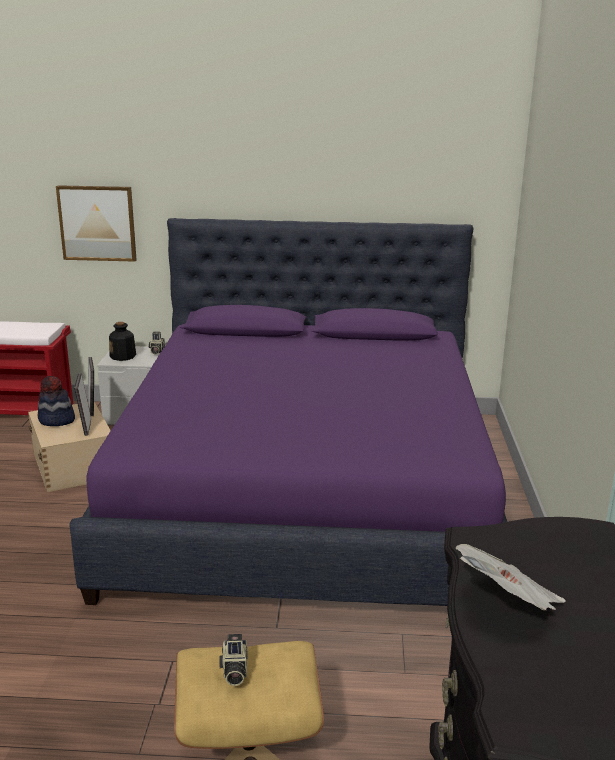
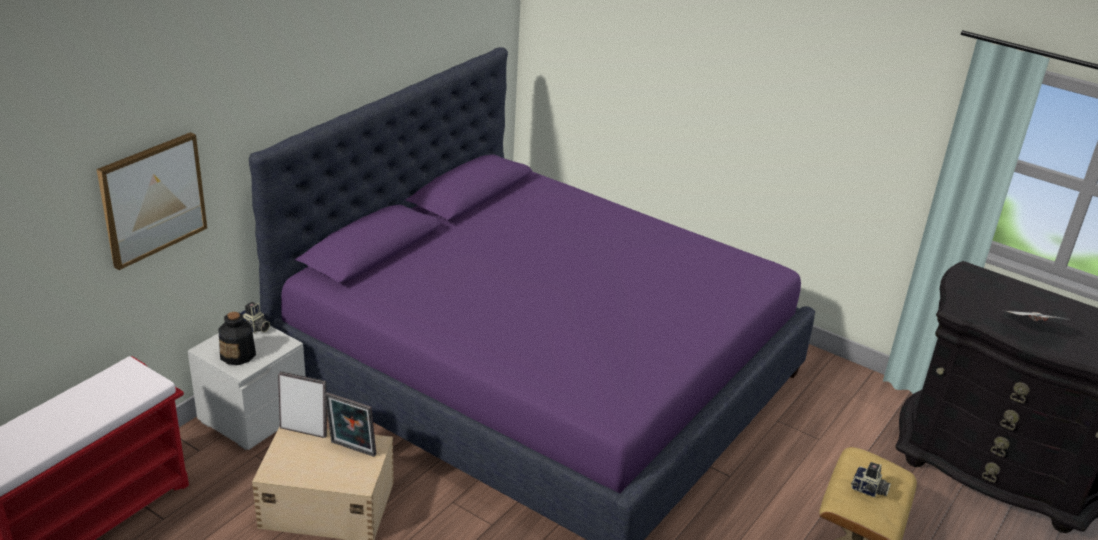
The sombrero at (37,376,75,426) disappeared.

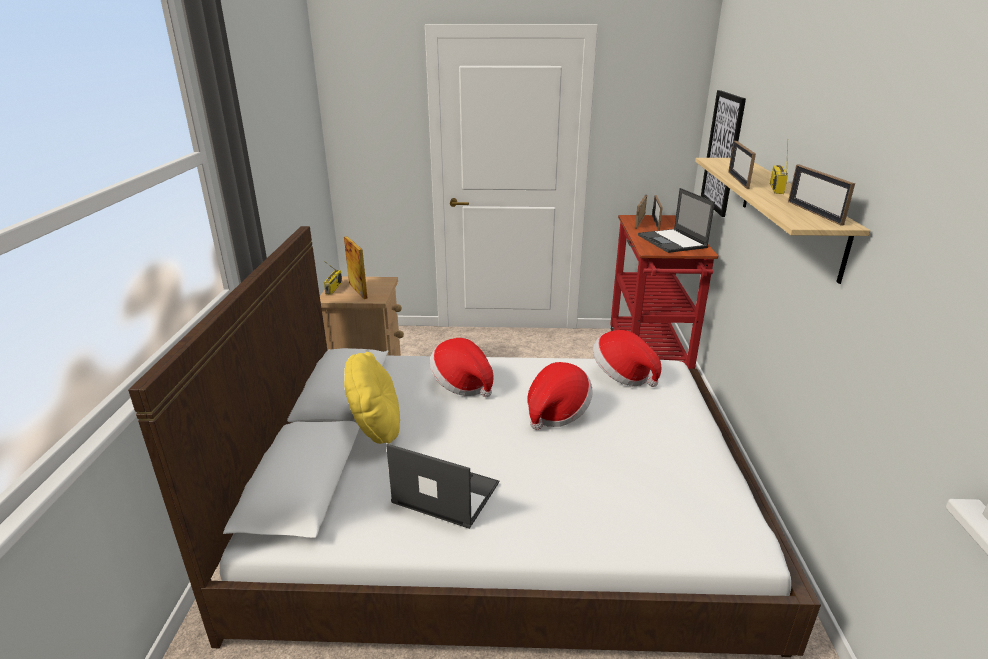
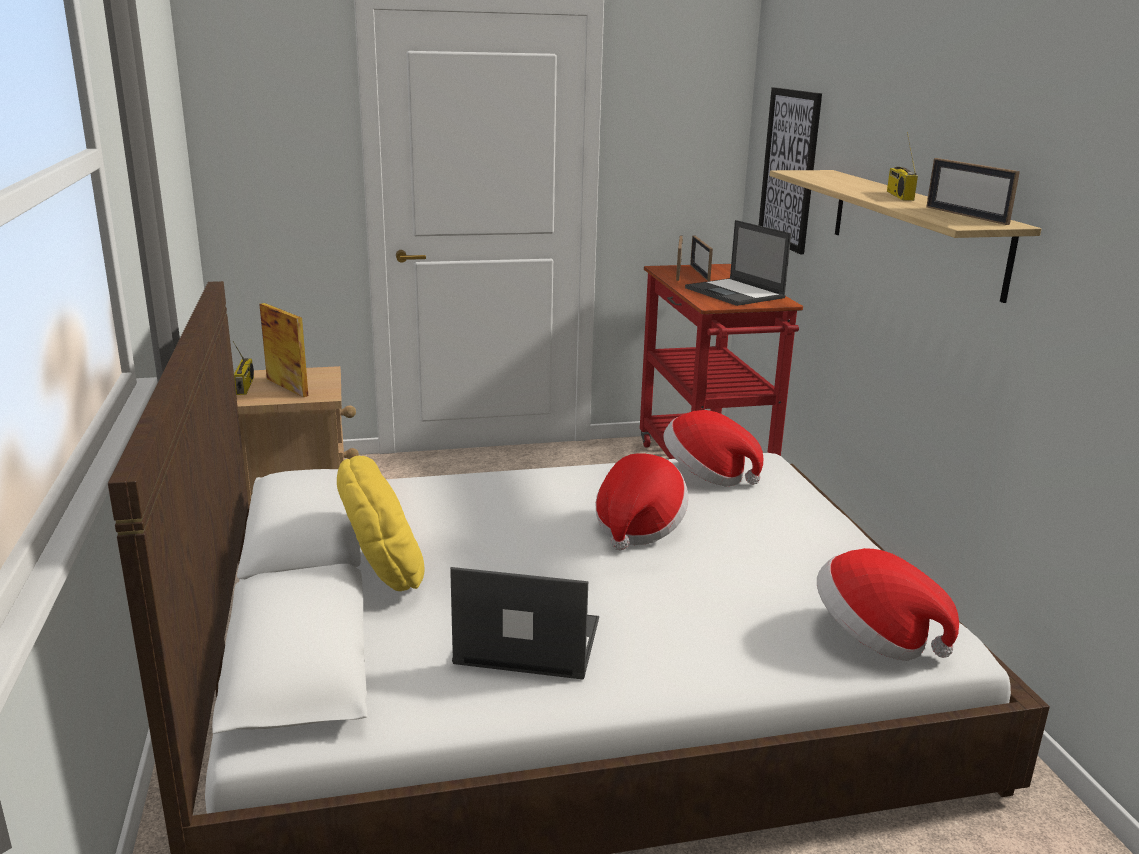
The sombrero moved from (430,338,494,397) to (817,548,959,661). The portarretratos at (728,141,756,189) disappeared.

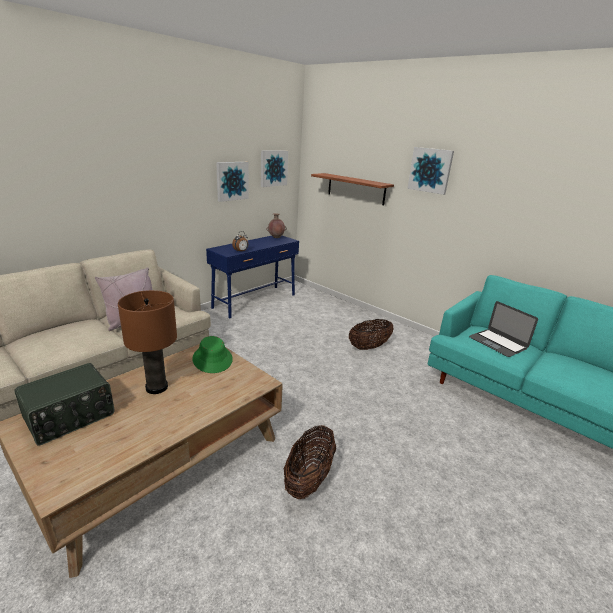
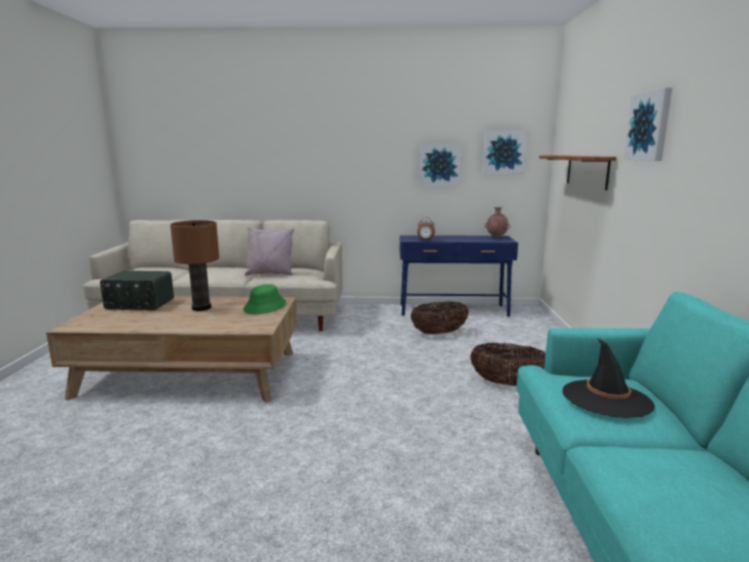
The cesta moved from (284,425,336,499) to (411,301,469,334). The portátil at (469,301,538,357) was replaced by the sombrero/negro at (562,338,655,418).

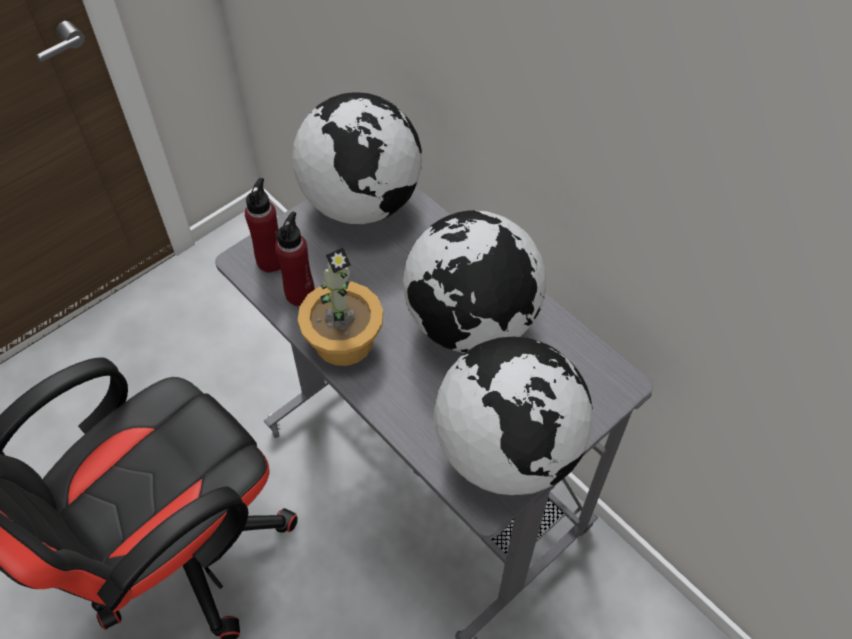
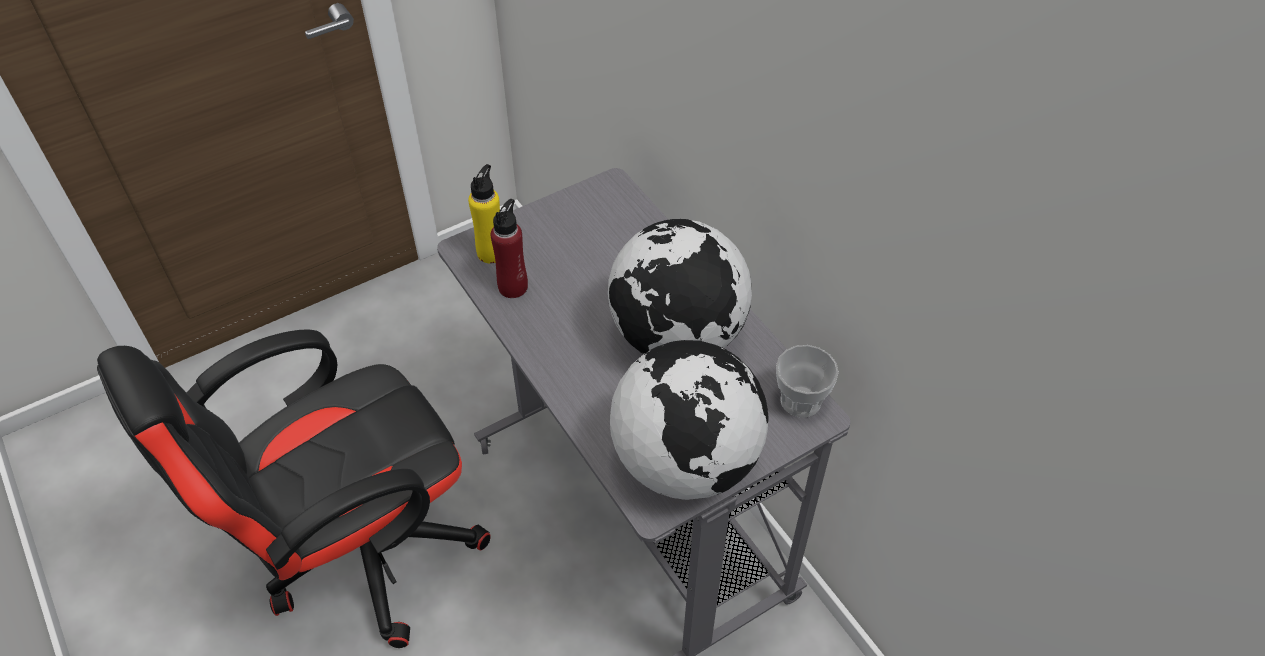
The botella/rojo at (245,178,281,273) became the botella/amarillo at (468,164,500,263). The taza at (776,345,839,417) appeared. The globo terráqueo at (293,92,422,224) disappeared. The planta en maceta at (298,248,383,366) disappeared.

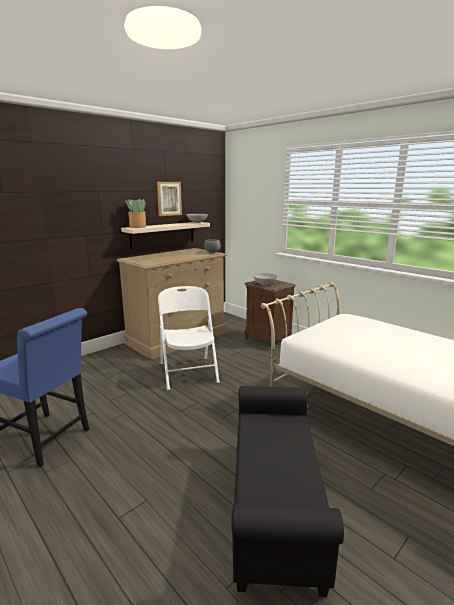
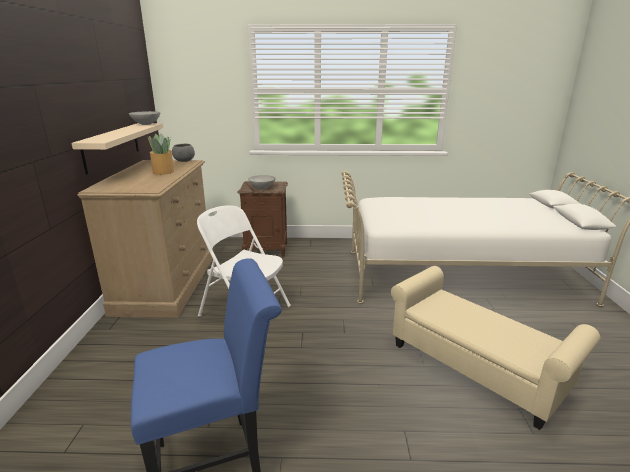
The planta en maceta moved from (125,198,146,228) to (148,134,174,175). The puf/negro at (231,386,344,597) became the puf/beis at (391,266,600,430). The cuadro at (157,182,182,216) disappeared.

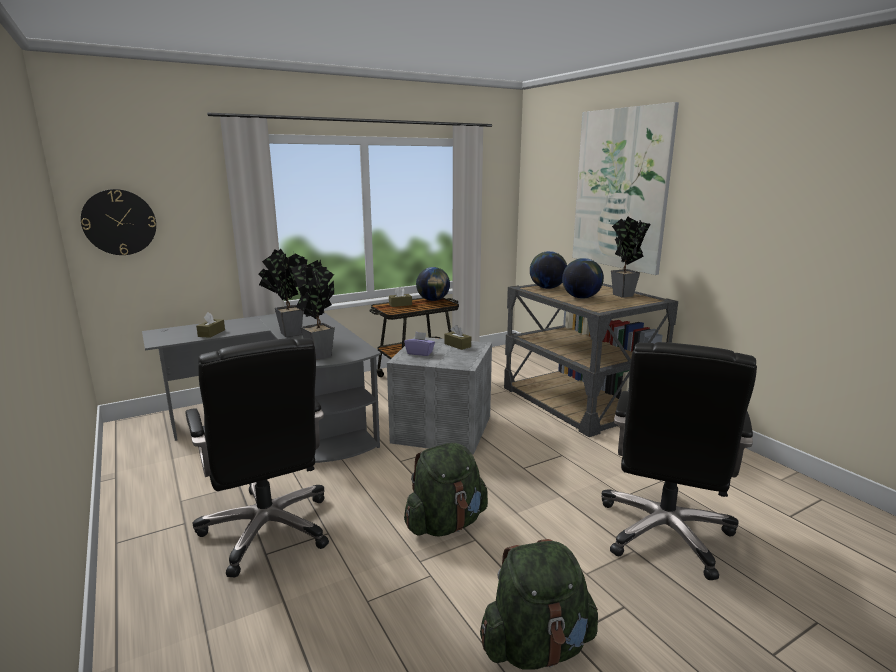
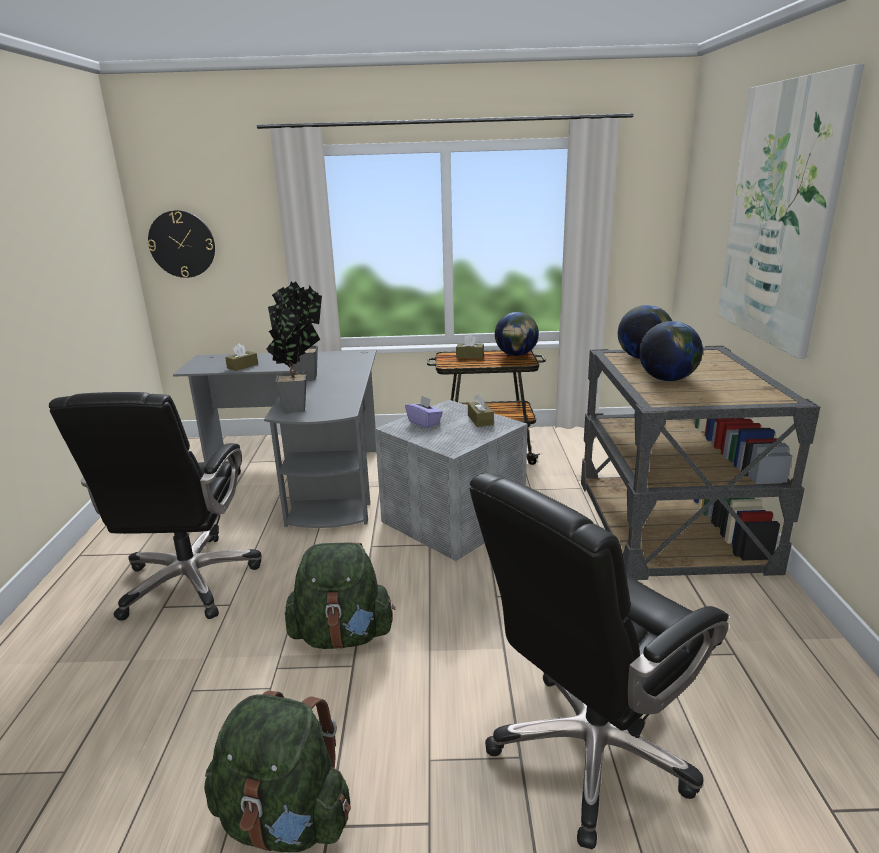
The planta en maceta at (611,217,651,298) disappeared.

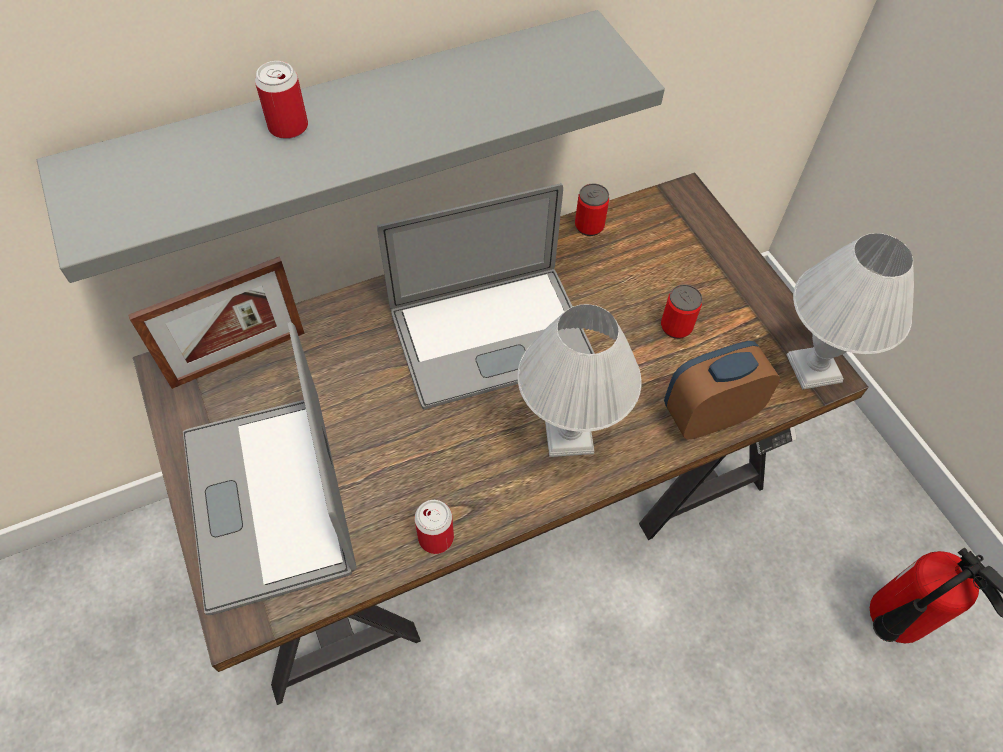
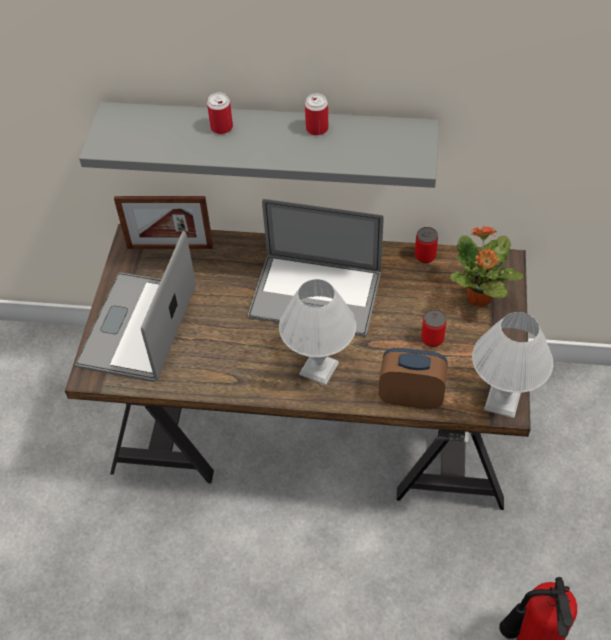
The lata moved from (415,500,454,554) to (305,94,328,136). The planta en maceta at (449,226,523,307) appeared.

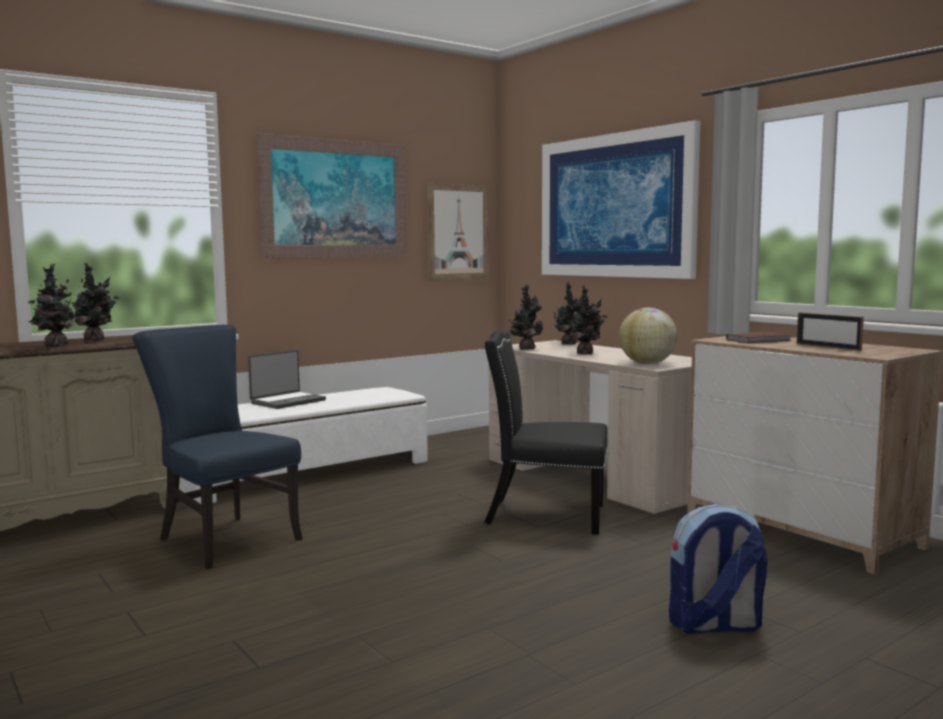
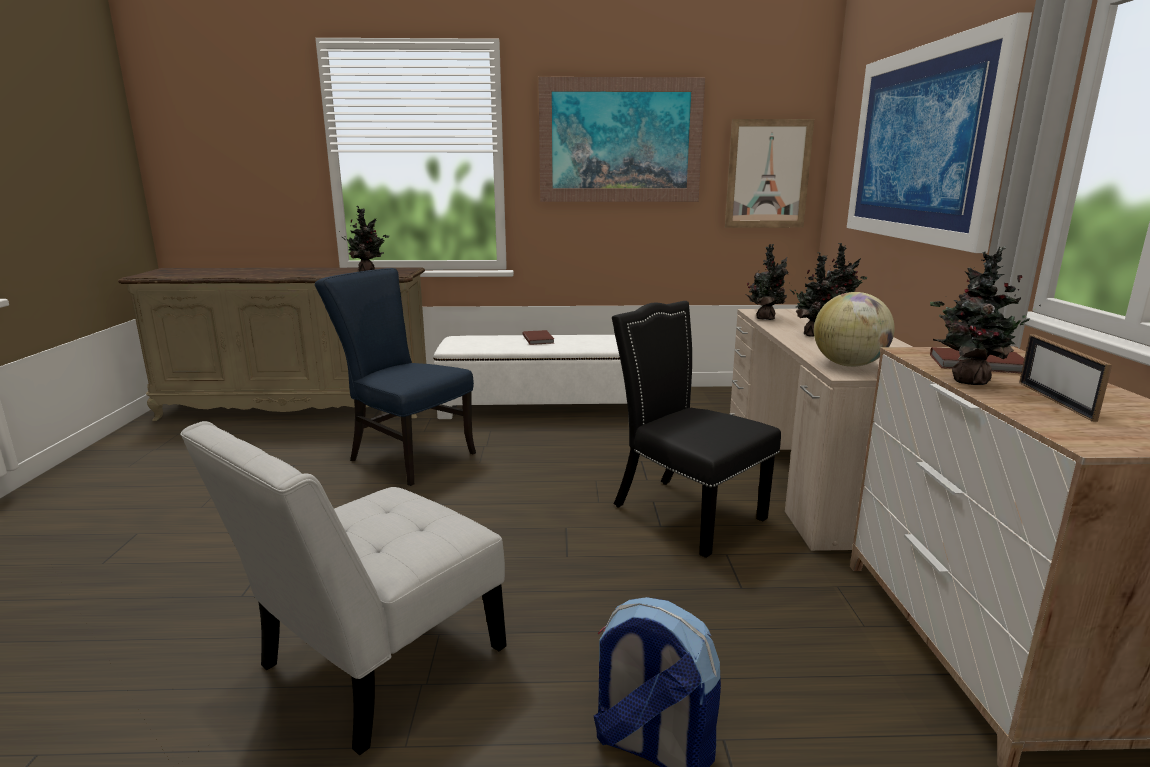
The silla/blanco at (180,421,507,755) appeared. The silla/azul at (132,325,303,569) turned 45 degrees counterclockwise. The portátil at (248,350,326,409) was replaced by the libro/marrón at (523,330,554,345). The planta en maceta moved from (28,264,76,347) to (930,246,1041,385).

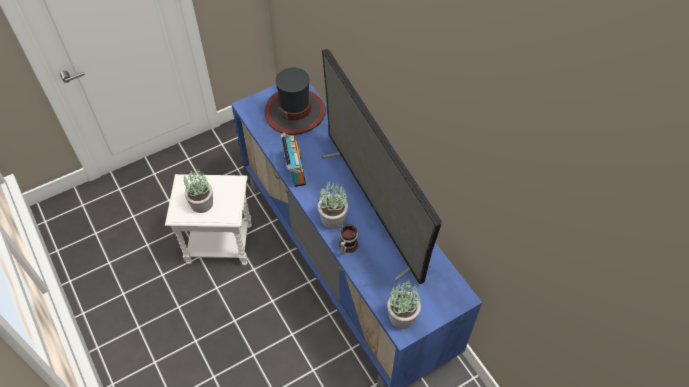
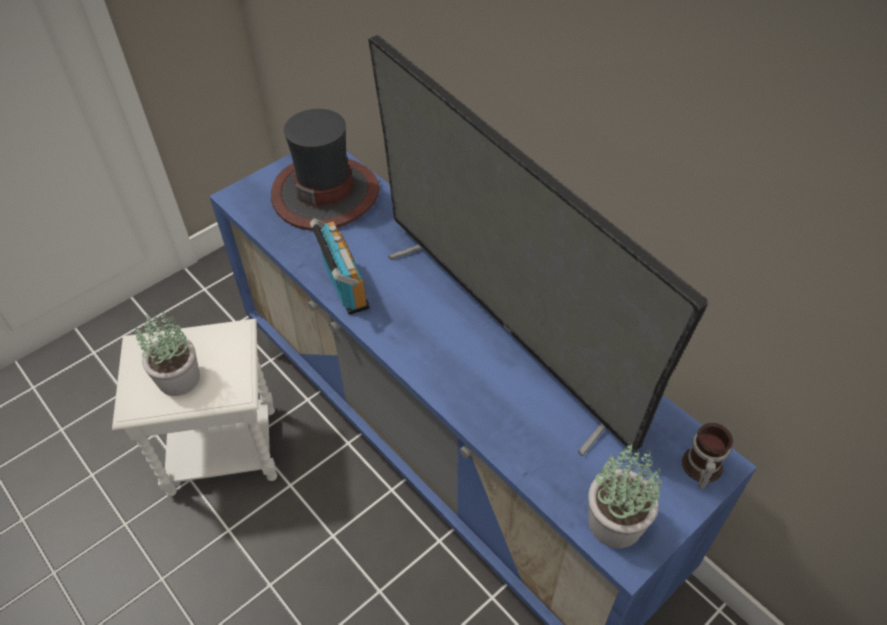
The taza grande moved from (339,224,358,255) to (682,423,733,489). The planta en maceta at (318,182,348,229) disappeared.

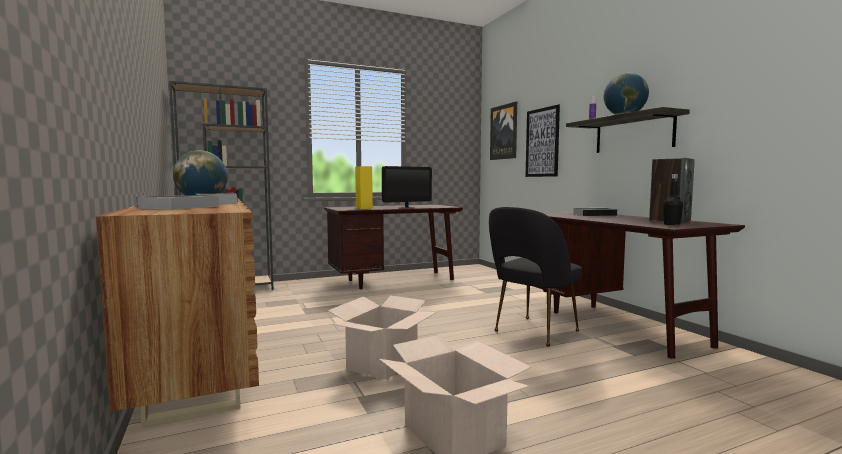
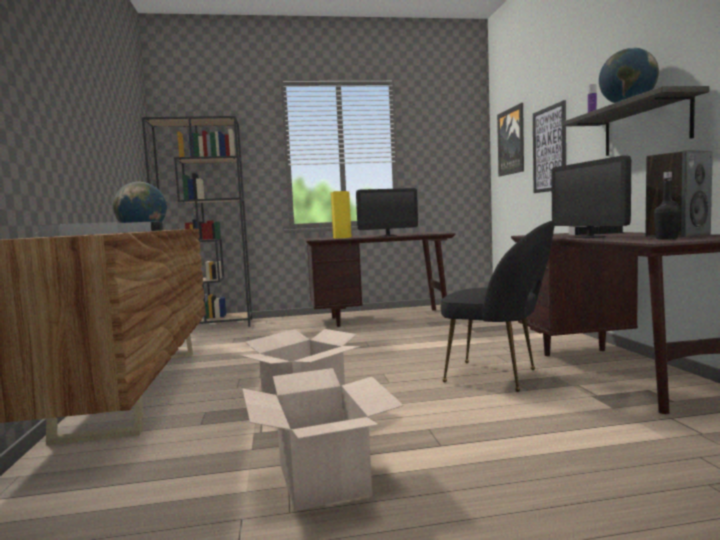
The silla/negro at (489,207,583,347) turned 120 degrees counterclockwise. The monitor at (551,156,631,238) appeared.

